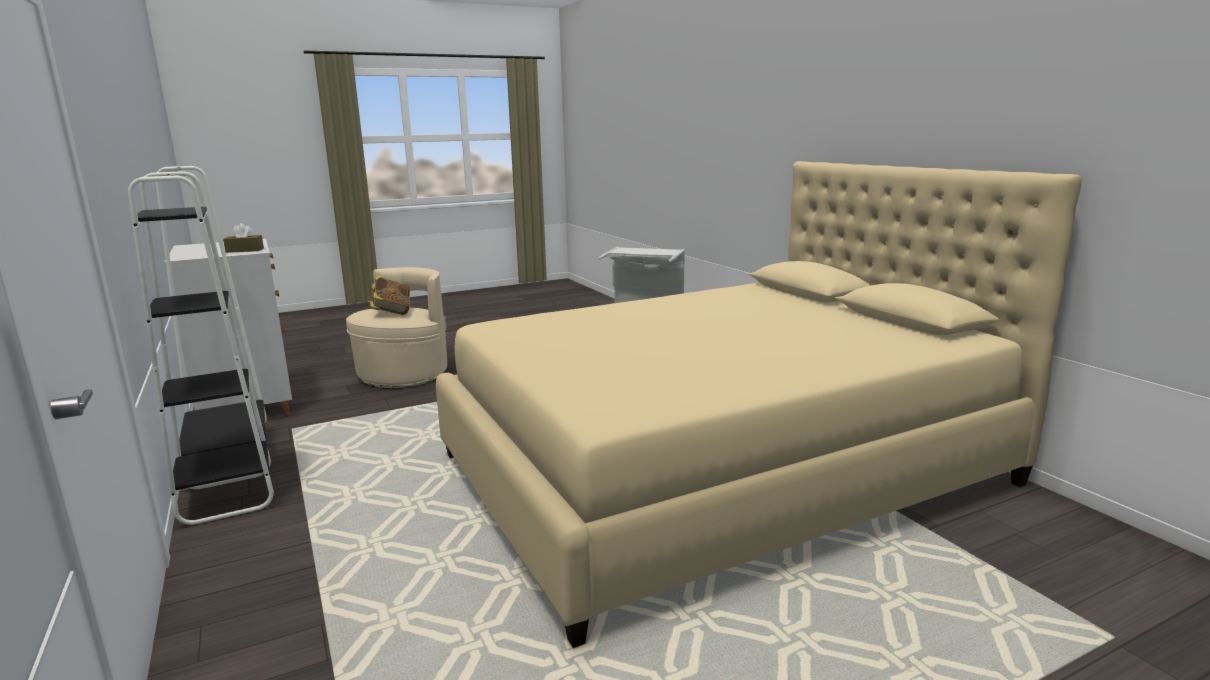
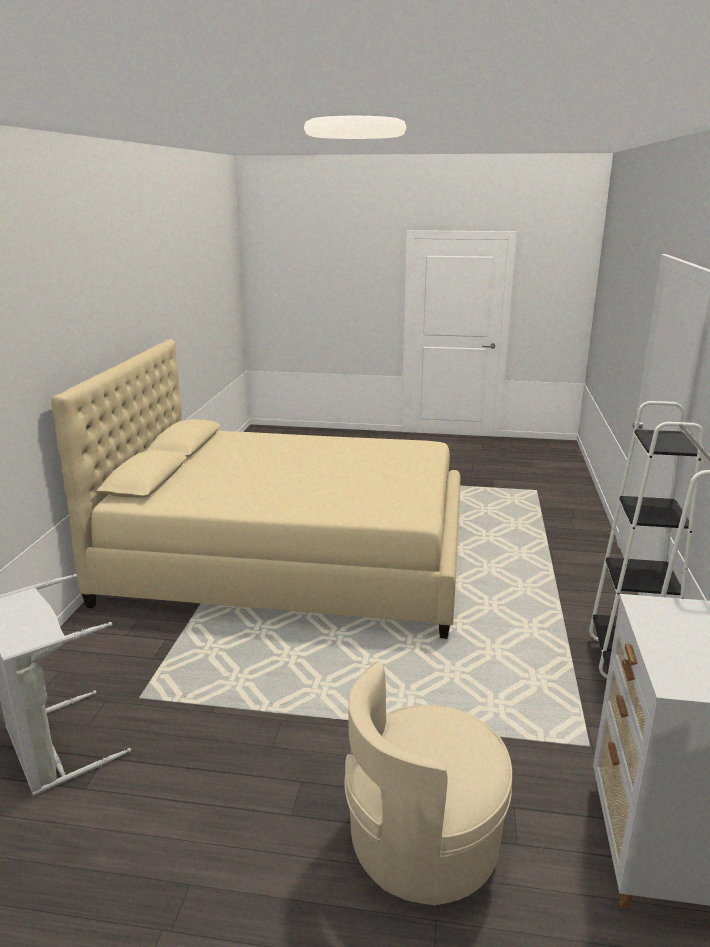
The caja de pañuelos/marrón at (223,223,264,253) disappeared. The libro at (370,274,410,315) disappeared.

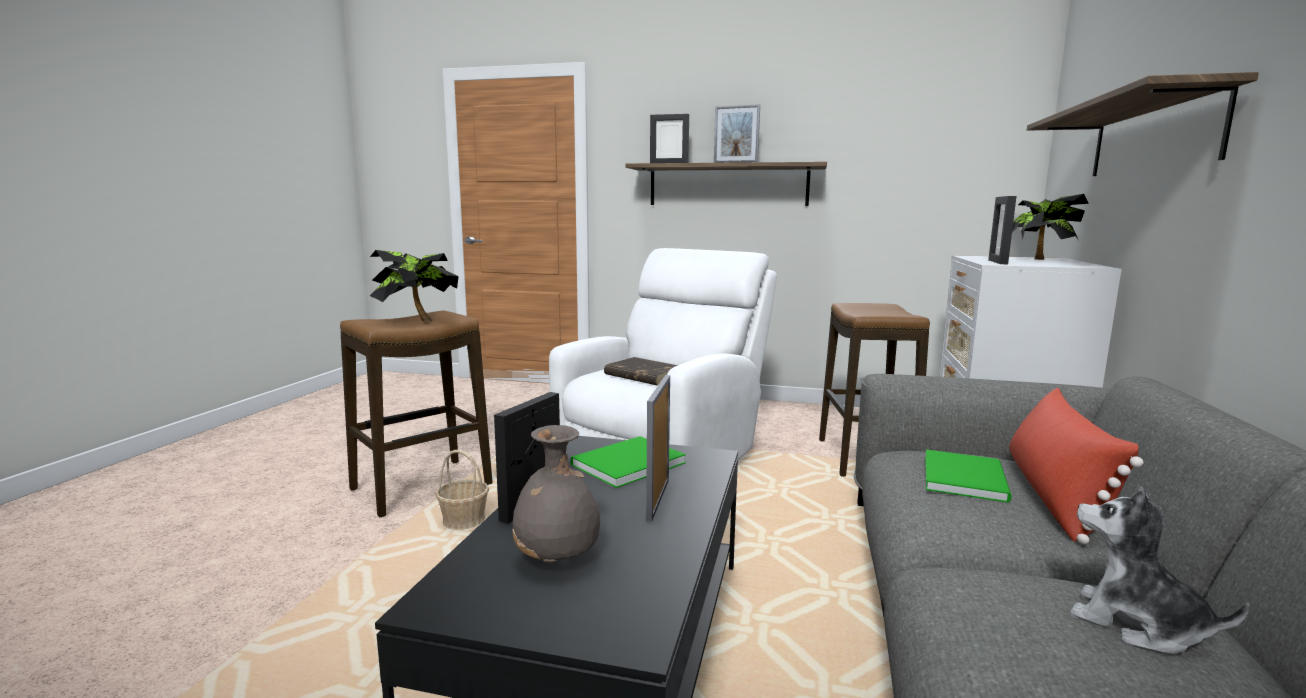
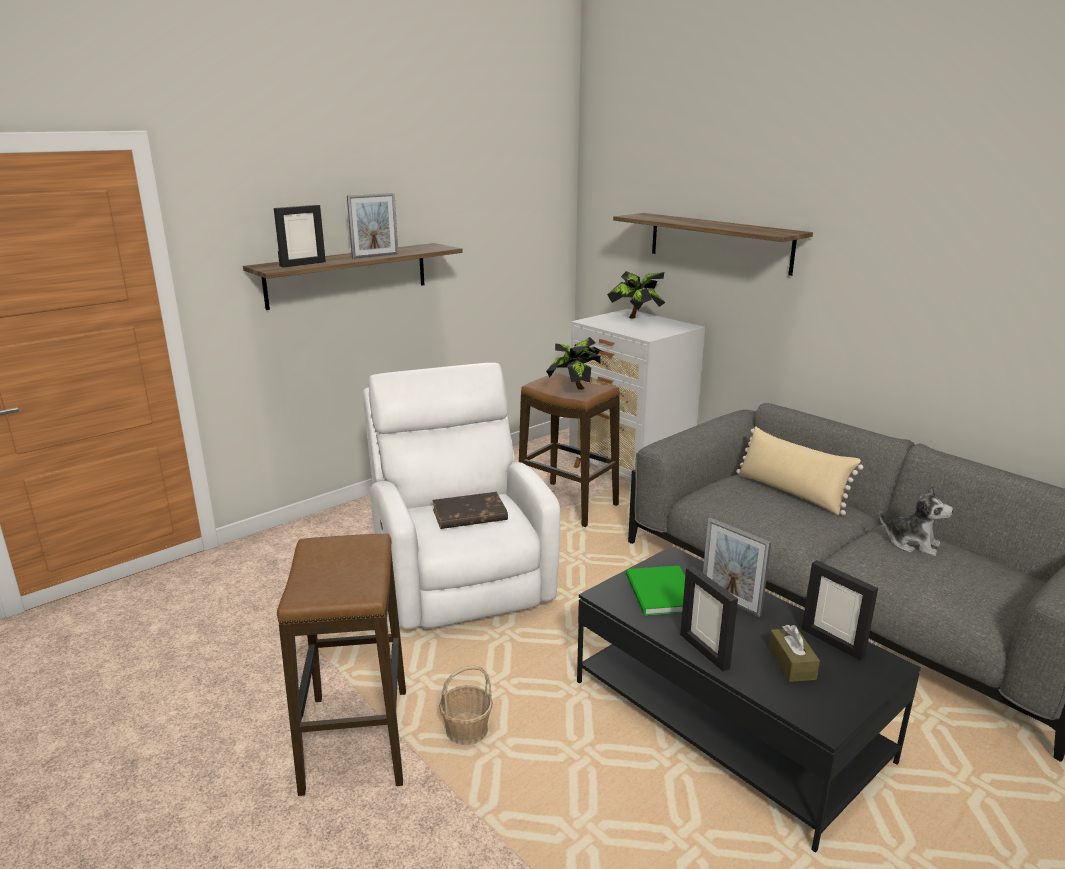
The planta en maceta moved from (370,250,459,321) to (546,337,604,390). The cojín/rojo at (1009,388,1143,544) became the cojín/beis at (736,426,864,516). The florero/gris at (512,425,600,563) was replaced by the caja de pañuelos/marrón at (768,625,820,682). The portarretratos moved from (988,196,1016,264) to (802,560,878,661). The peluche at (1069,487,1250,654) turned 135 degrees counterclockwise. The libro/verde at (925,449,1012,503) disappeared.

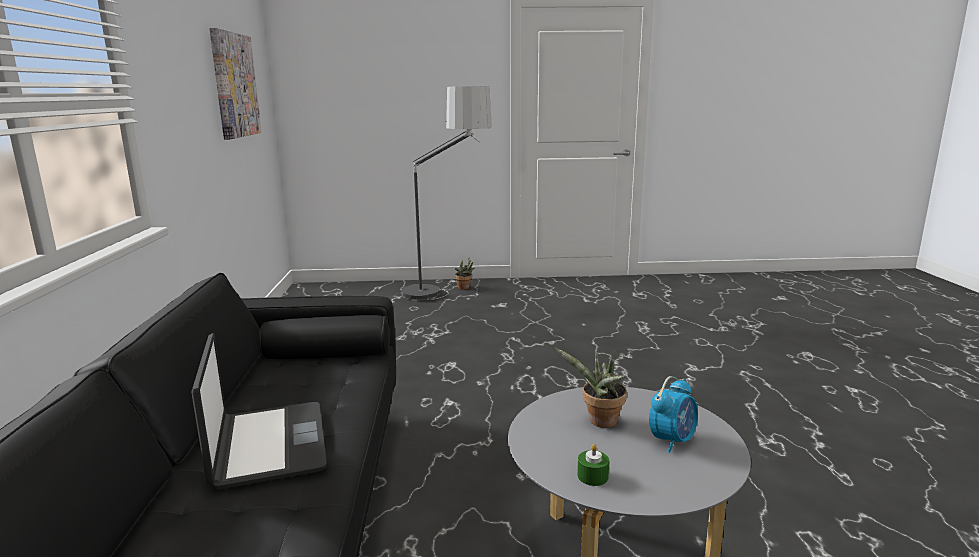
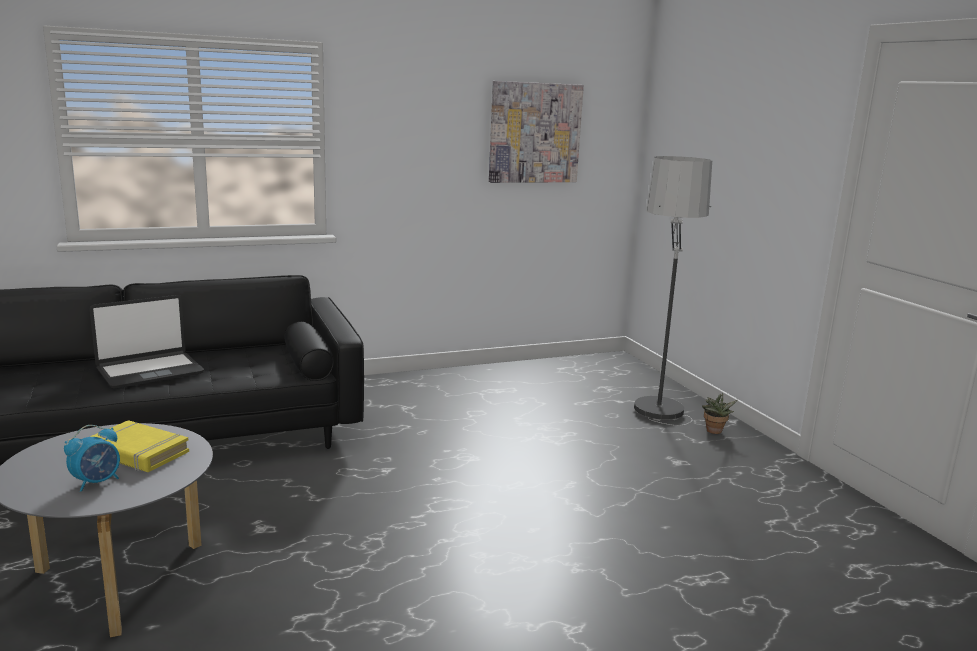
The despertador at (649,376,698,453) turned 75 degrees counterclockwise. The planta en maceta at (555,348,627,428) was replaced by the libro/amarillo at (90,420,189,472). The vela/verde at (577,444,609,486) disappeared.

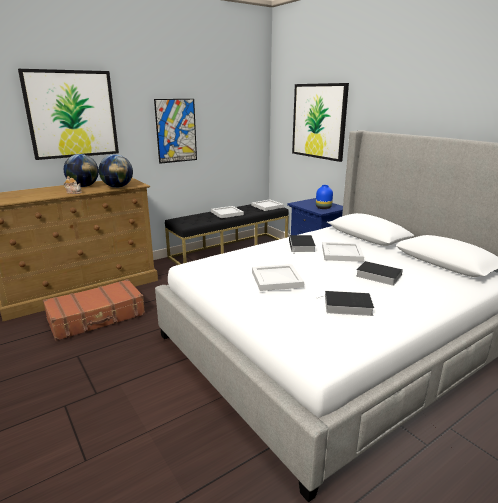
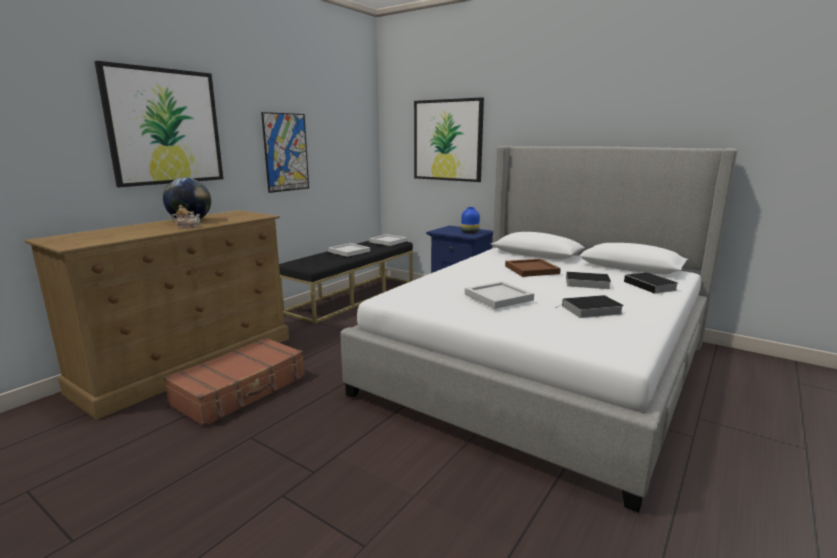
The bandeja/blanco at (322,242,364,262) became the bandeja/marrón at (505,259,561,277). The libro moved from (289,235,316,254) to (624,272,678,296). The globo terráqueo at (99,154,133,188) disappeared.

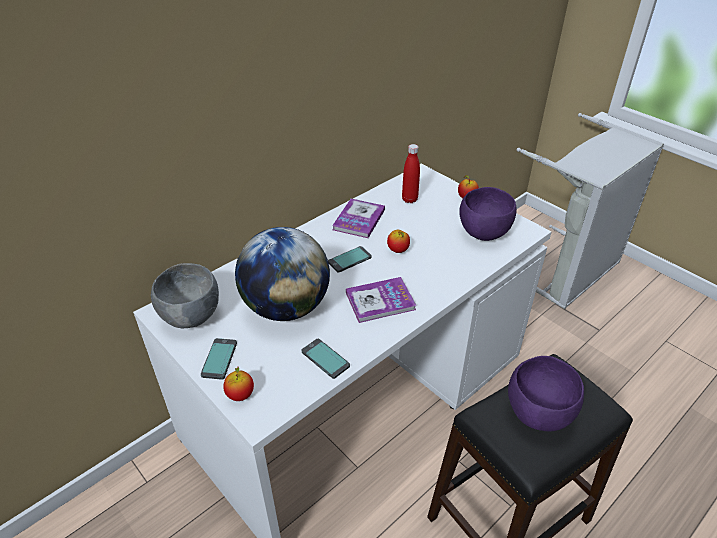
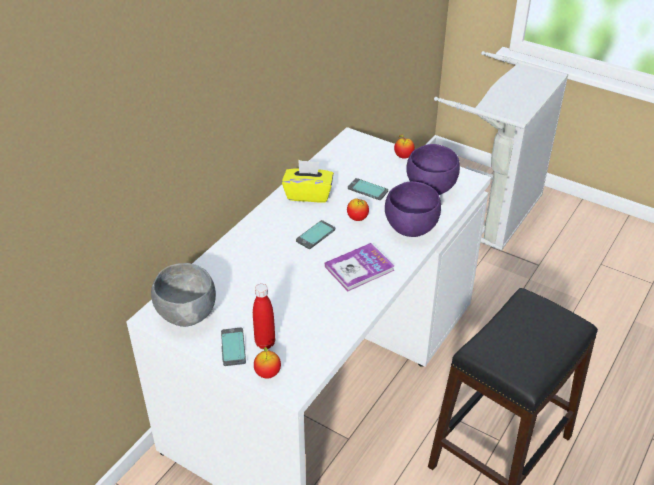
The botella/rojo moved from (402,144,420,203) to (253,284,275,349). The libro at (332,199,385,238) was replaced by the caja de pañuelos/amarillo at (282,160,334,203). The móvil moved from (302,339,350,379) to (348,178,388,200). The cuenco/morado moved from (508,356,584,431) to (385,181,441,237). The globo terráqueo at (235,227,330,321) disappeared.

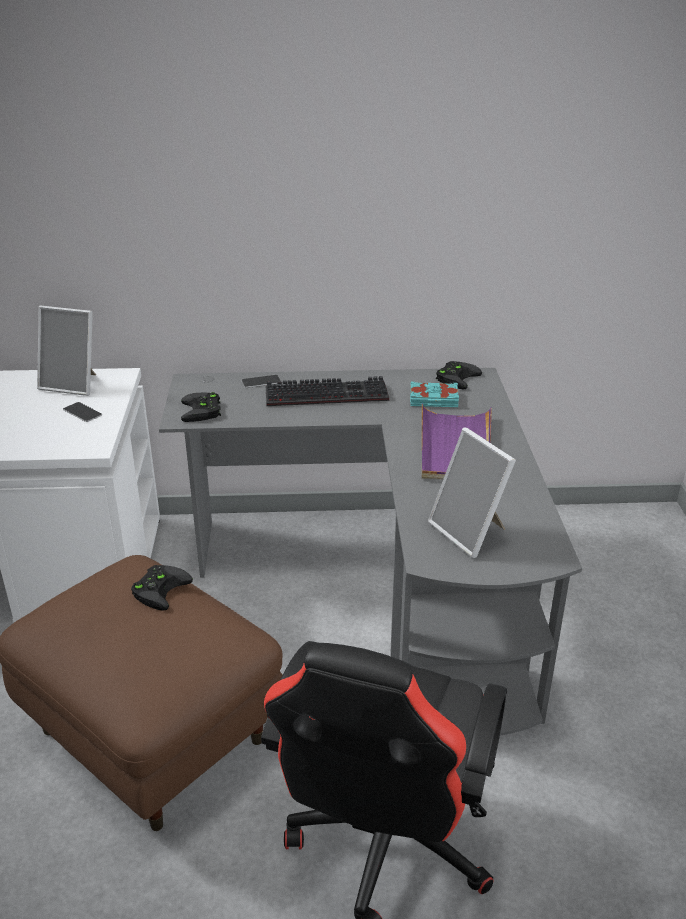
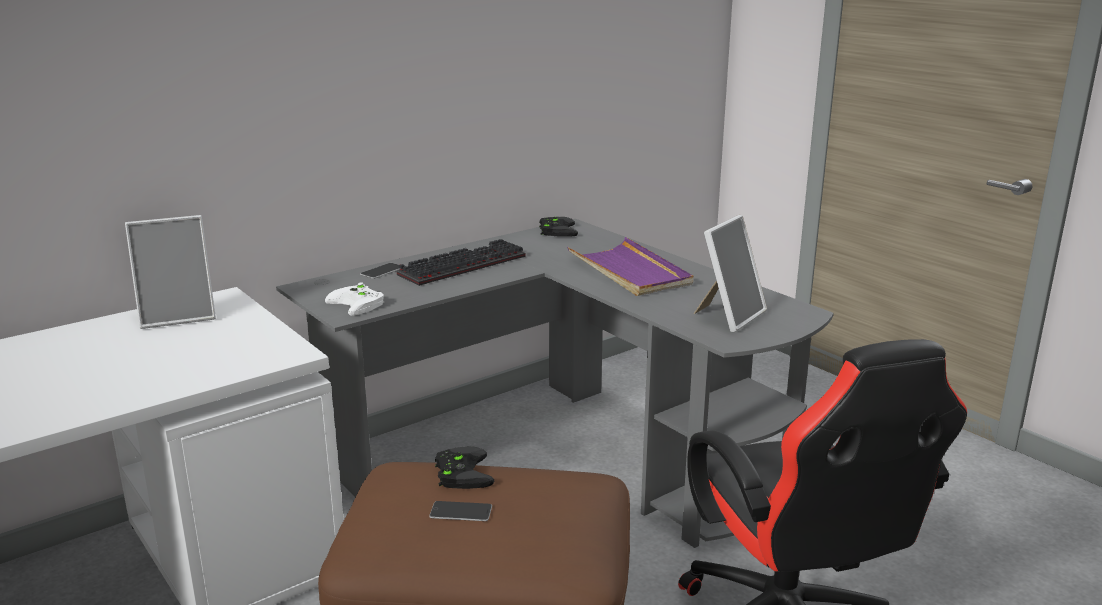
The mando de consola/negro at (181,392,221,422) became the mando de consola/blanco at (325,282,384,316). The móvil moved from (63,402,102,422) to (429,501,492,521). The portarretratos at (428,428,516,558) turned 75 degrees counterclockwise. The libro/turquesa at (410,382,459,407) disappeared.

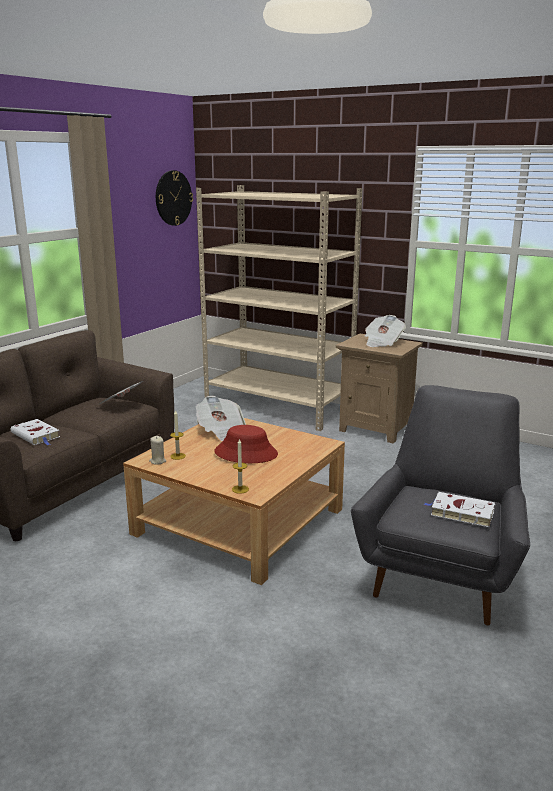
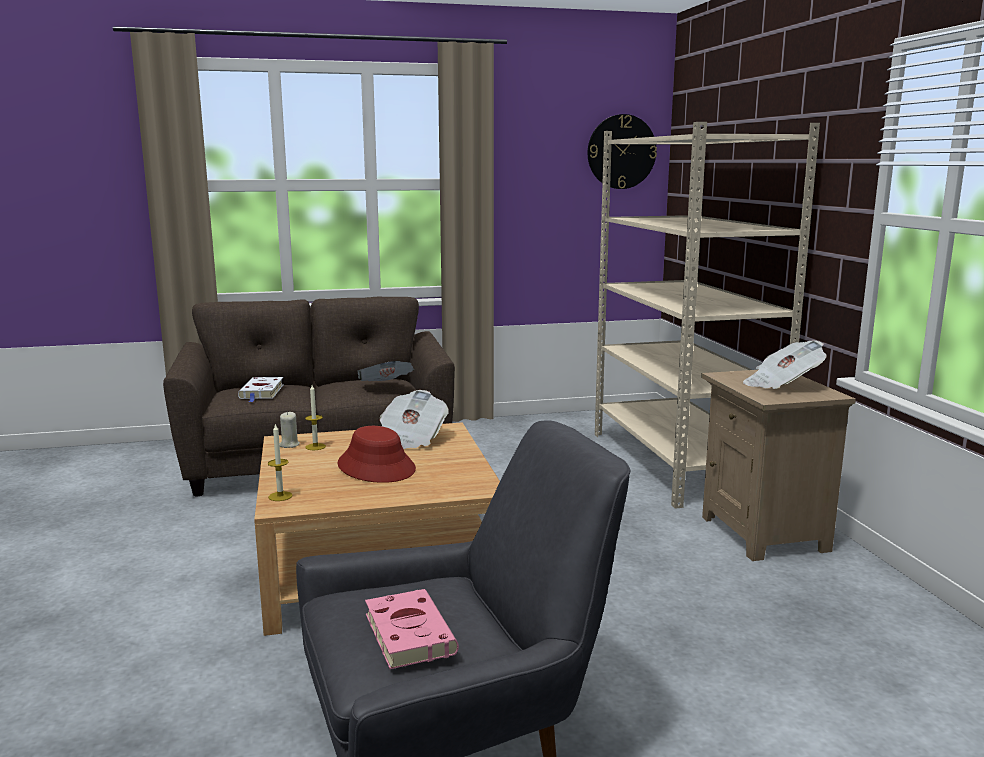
The libro/blanco at (424,492,495,527) became the libro/rosa at (365,589,459,669).

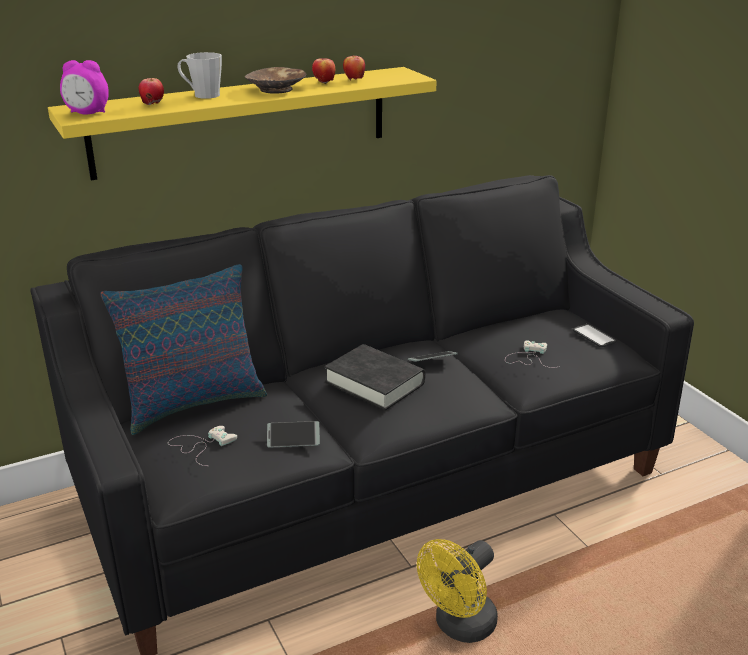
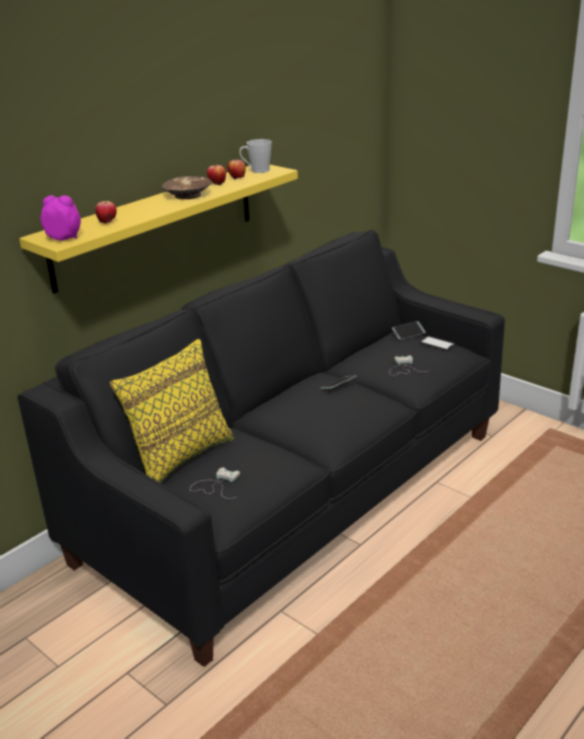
The despertador at (60,60,109,114) turned 150 degrees counterclockwise. The cojín/azul at (100,264,267,435) became the cojín/amarillo at (110,339,234,483). The taza grande/gris moved from (178,52,222,99) to (239,139,272,173). The móvil moved from (267,421,320,447) to (392,321,426,340). The libro/negro at (324,344,425,410) disappeared. The ventilador/amarillo at (417,539,498,643) disappeared.

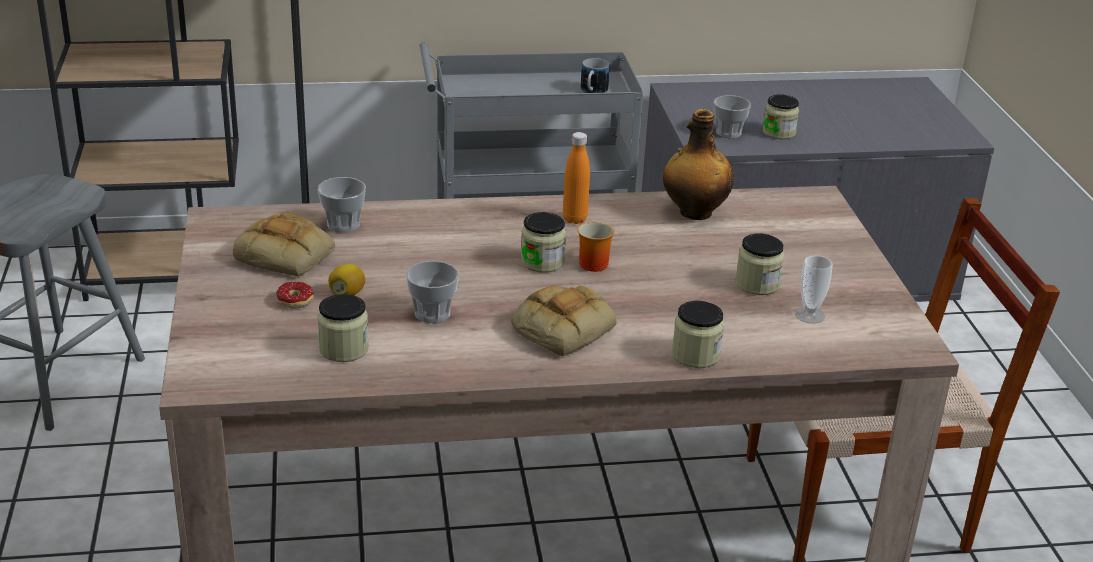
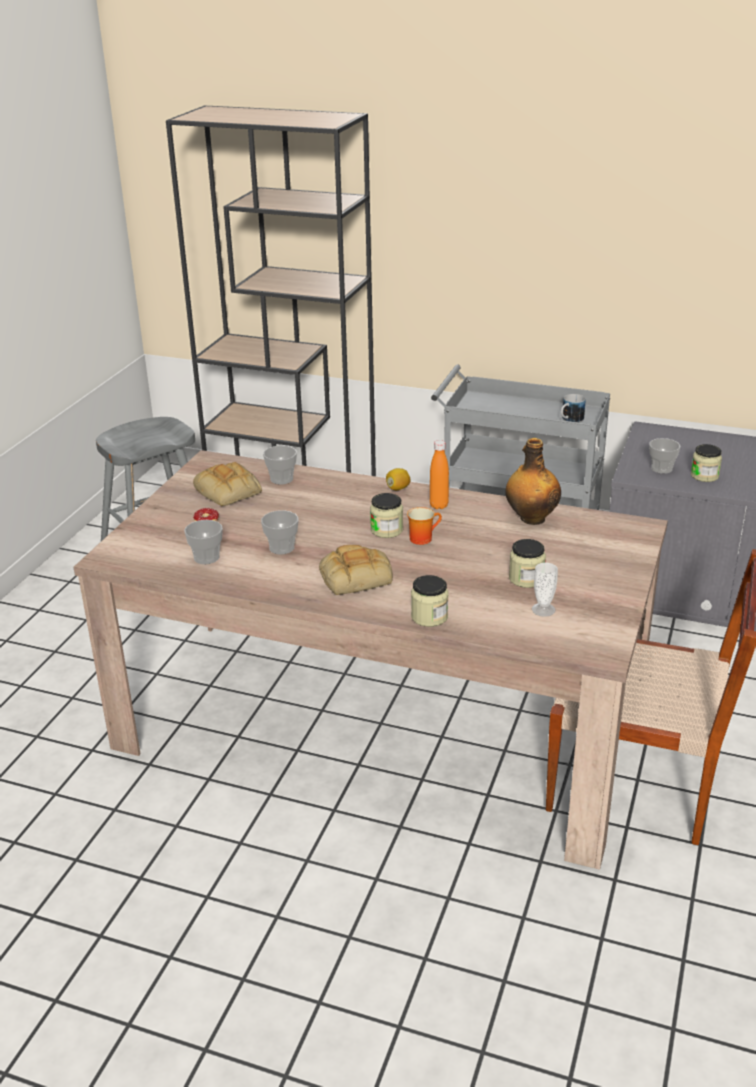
The tarro at (317,294,369,362) was replaced by the taza at (184,520,223,564). The limón moved from (328,264,365,295) to (386,468,410,490).

